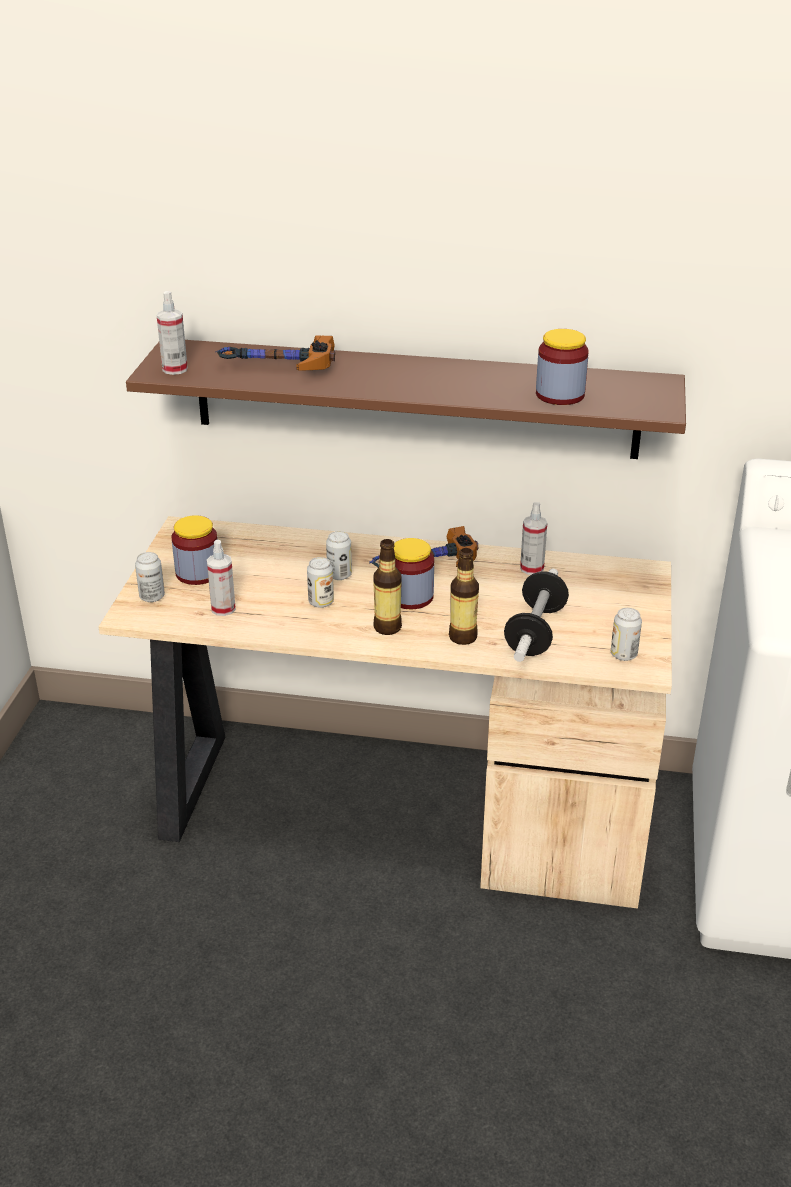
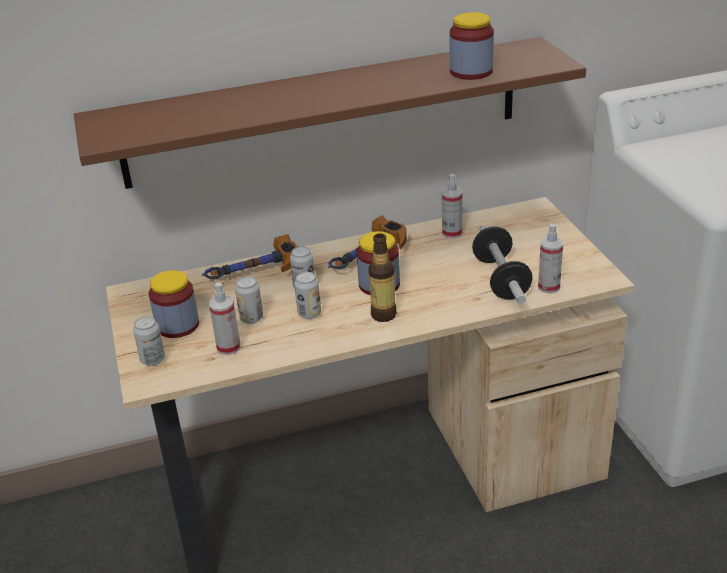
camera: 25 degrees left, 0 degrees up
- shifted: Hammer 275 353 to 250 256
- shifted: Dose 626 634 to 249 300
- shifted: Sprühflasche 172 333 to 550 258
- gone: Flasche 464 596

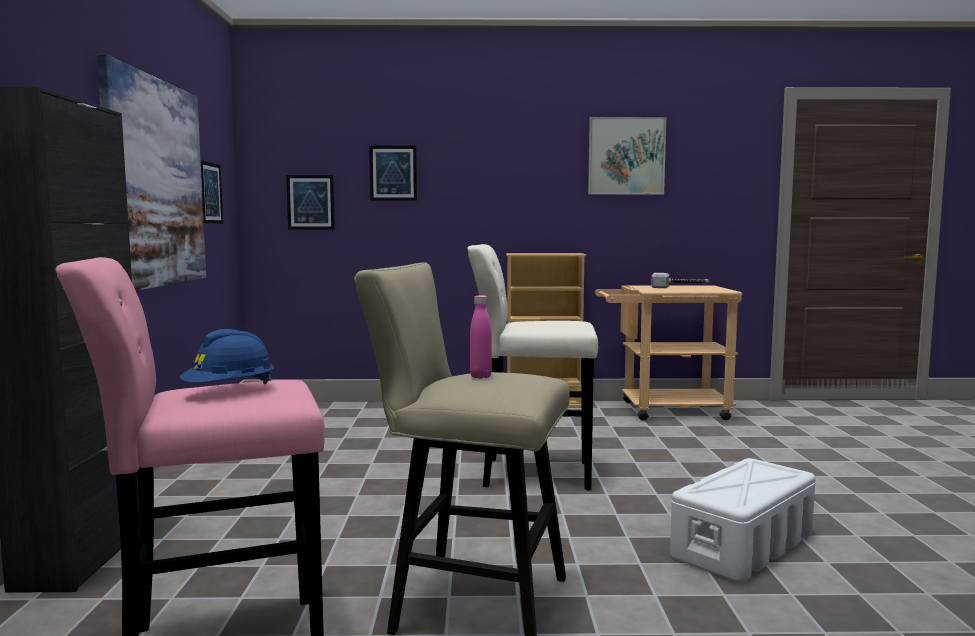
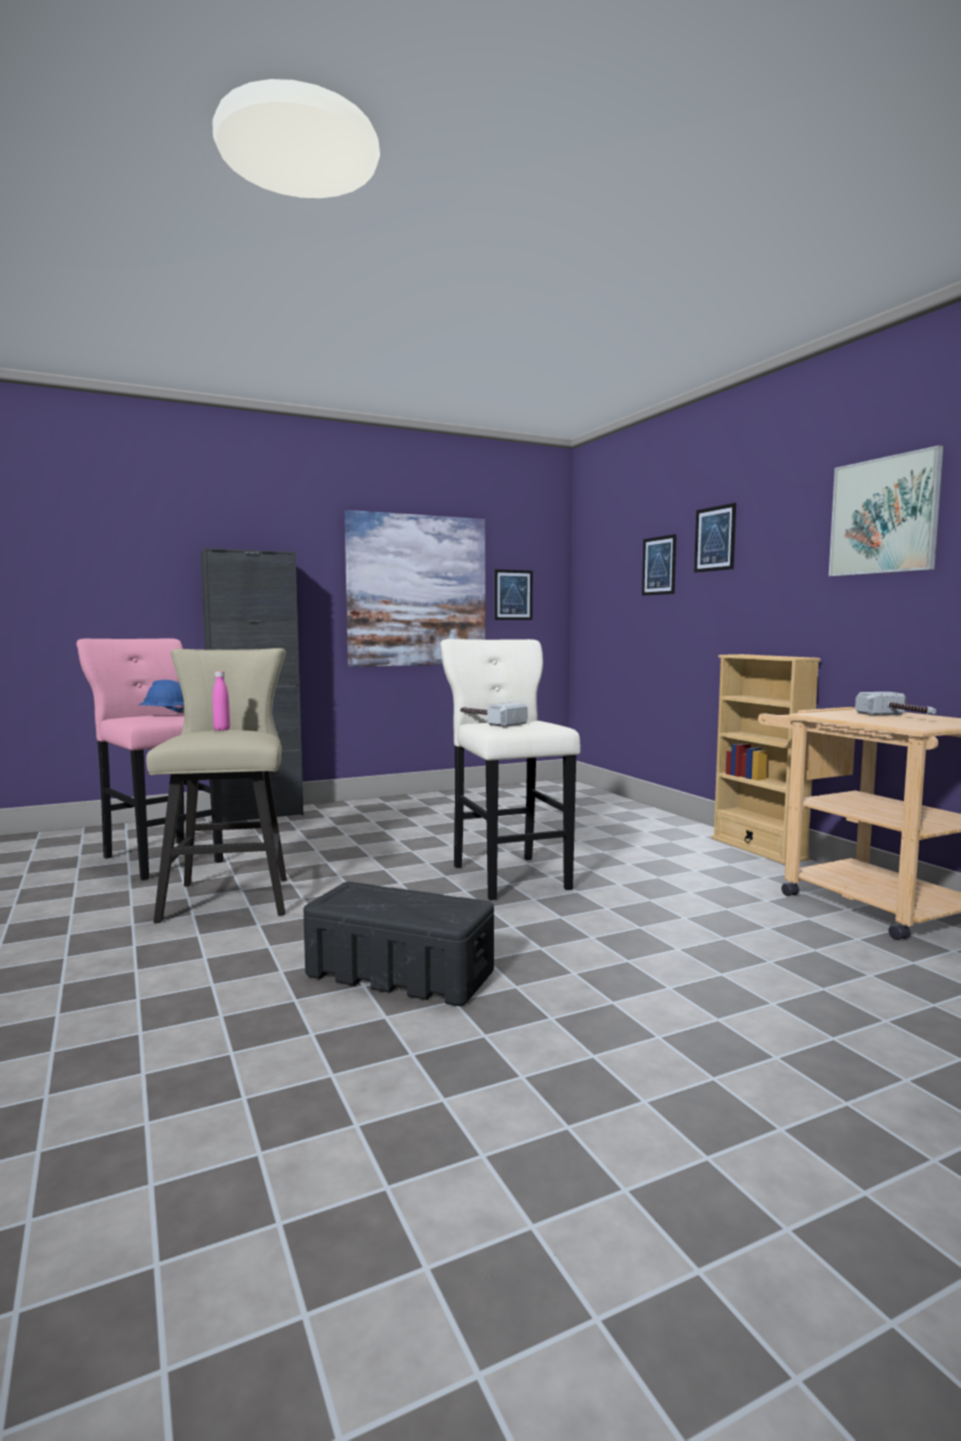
camera: 65 degrees right, 0 degrees up
- repainted: Aufbewahrungsbox (weiß) 742 520 to Aufbewahrungsbox (schwarz) 398 944
- new: Hammer 493 715
- shifted: Bild 310 202 to 715 538

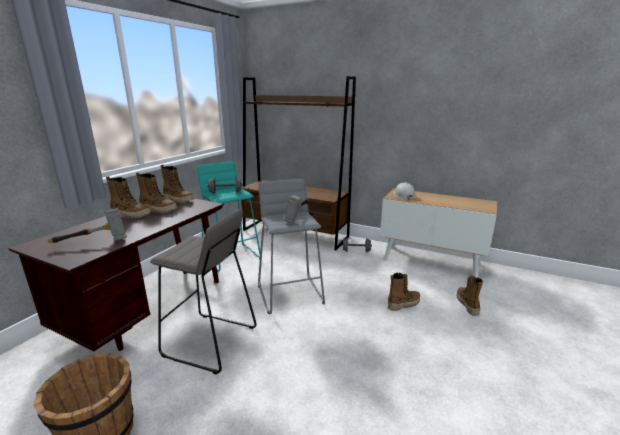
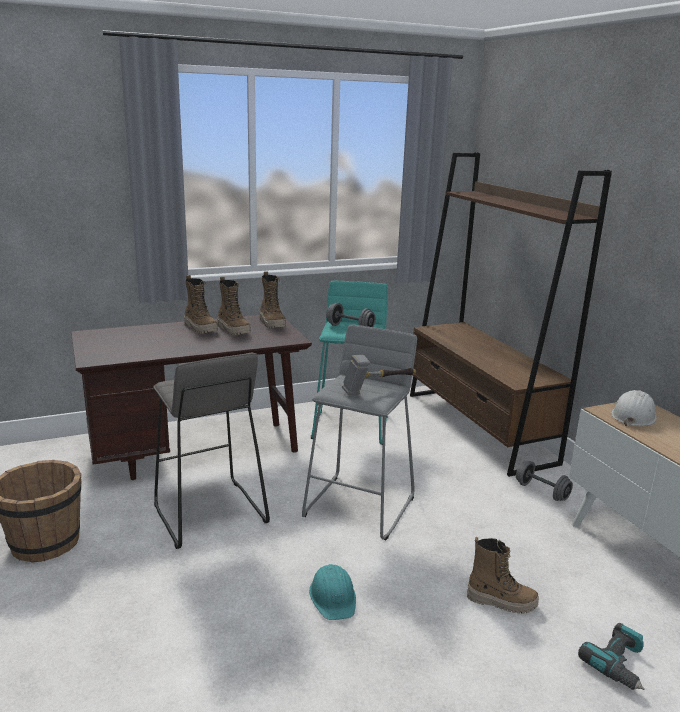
camera: 40 degrees right, 0 degrees up
- new: Schutzhelm (türkis) 332 592
- swapped: Stiefel 469 296 to Bohrmaschine 611 656
- gone: Hammer 87 225

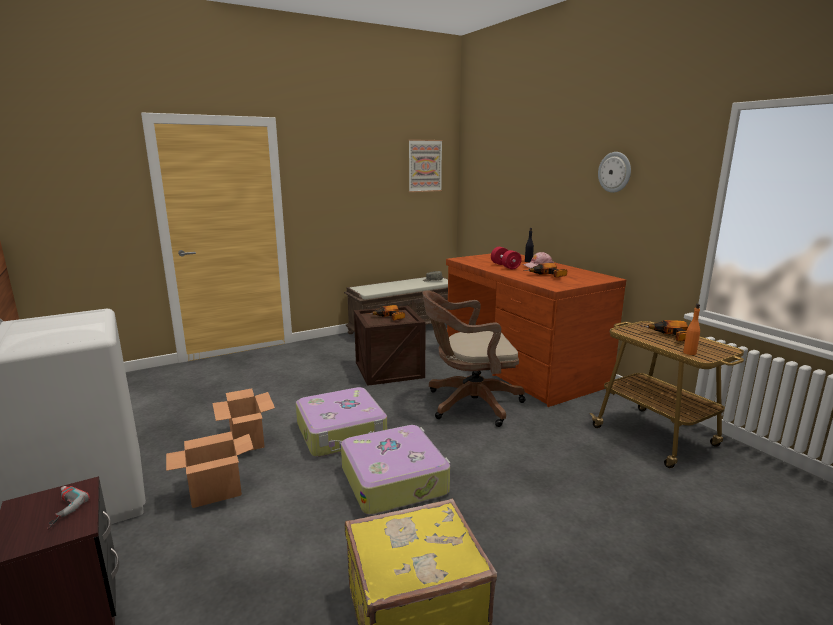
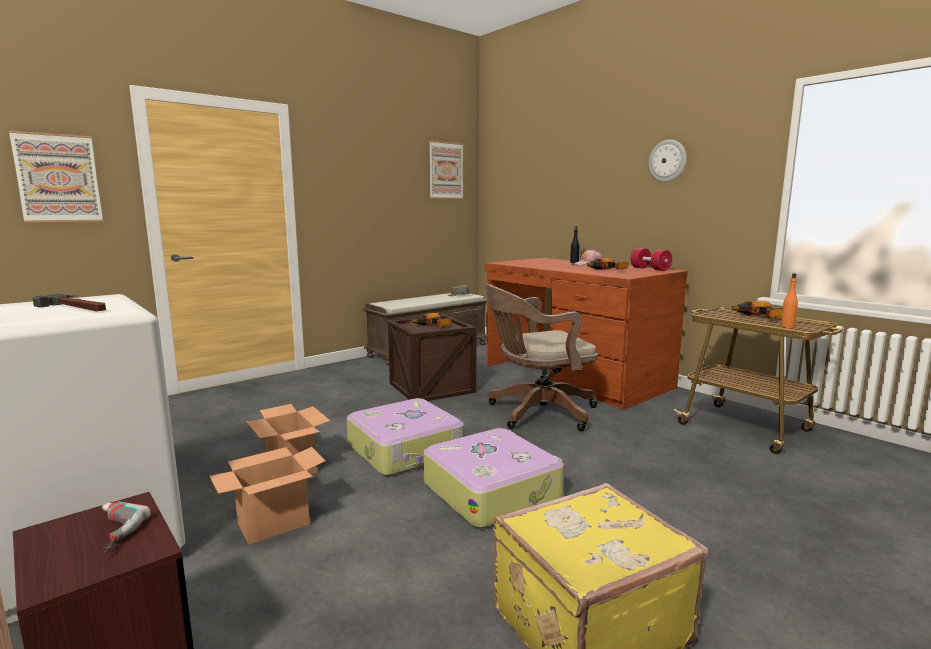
camera: 10 degrees left, 5 degrees down
- new: Bild 56 176
- new: Hammer 69 303
- shifted: Hantel (rot) 506 258 to 651 259

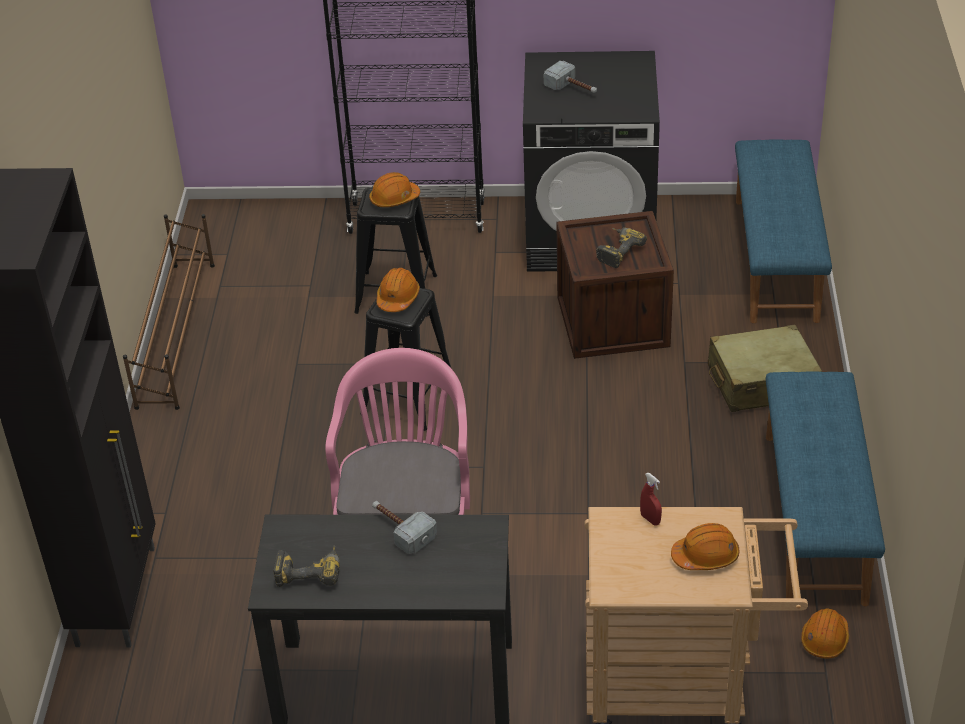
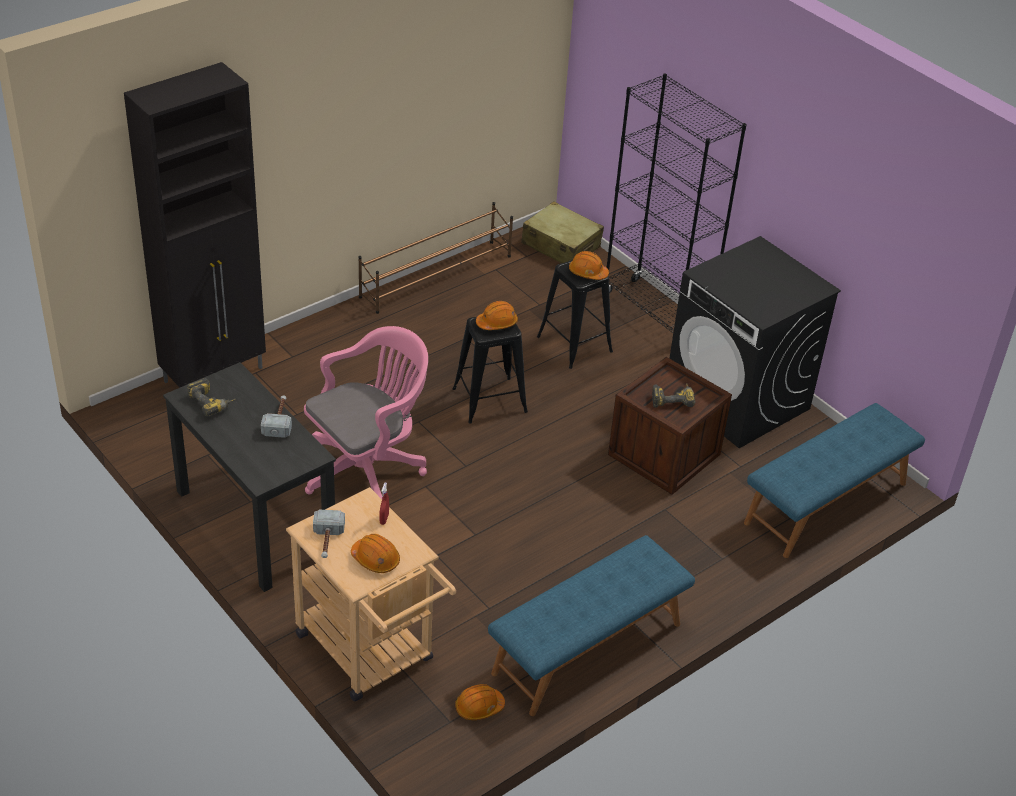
camera: 45 degrees right, 0 degrees up
- shifted: Hammer 570 77 to 329 534
- shifted: Koffer (beige) 765 368 to 562 232

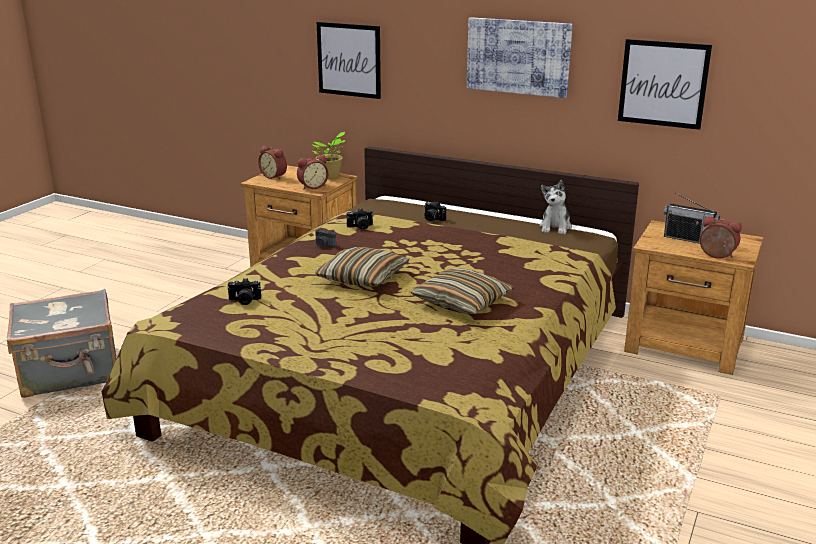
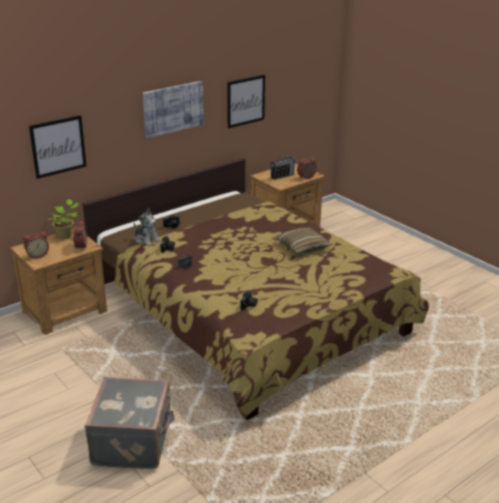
camera: 65 degrees left, 5 degrees up
- shifted: Plüschtier 555 207 to 147 227
- gone: Kissen 362 267

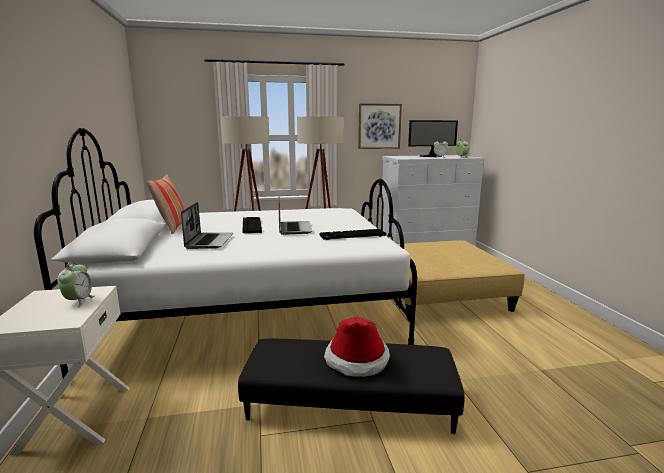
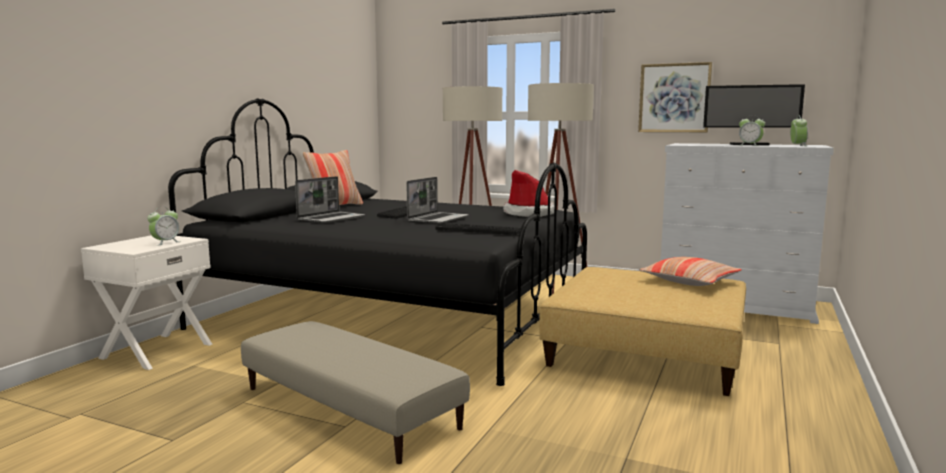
camera: 35 degrees right, 5 degrees down
- repainted: Bett (weiß) 225 253 to Bett (schwarz) 377 242
- repainted: Polsterhocker (schwarz) 351 386 to Polsterhocker (beige) 355 392
- shifted: Hut 357 347 to 528 193
- new: Kissen 690 271

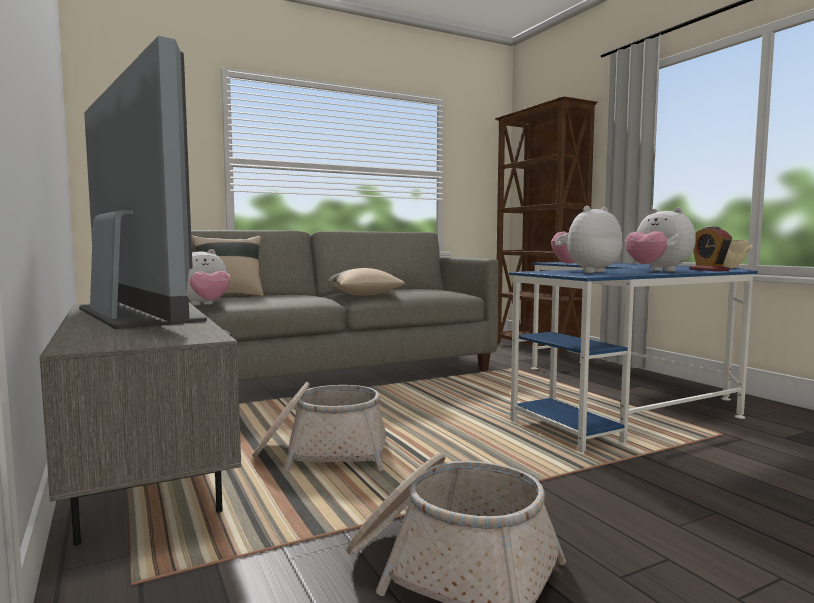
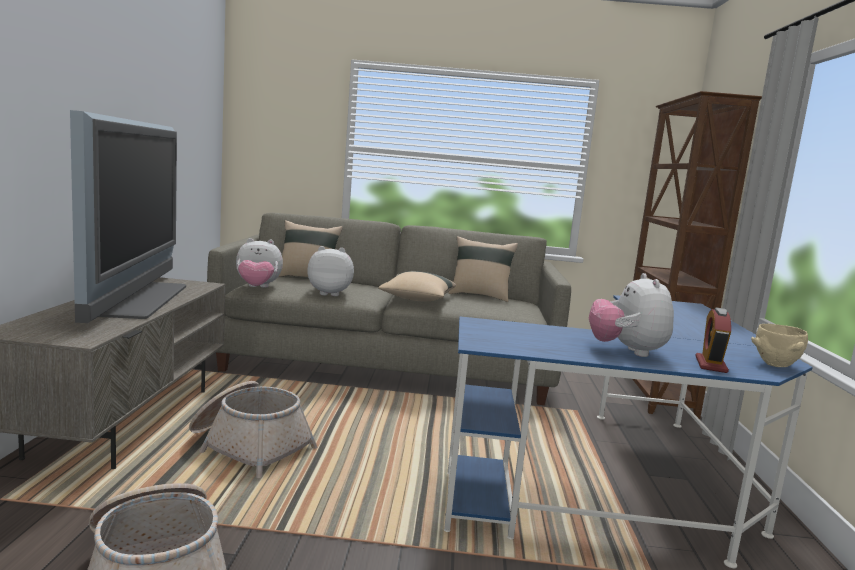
camera: 30 degrees right, 5 degrees up
- shifted: Plüschtier 586 239 to 330 271
- new: Kissen (beige) 483 269

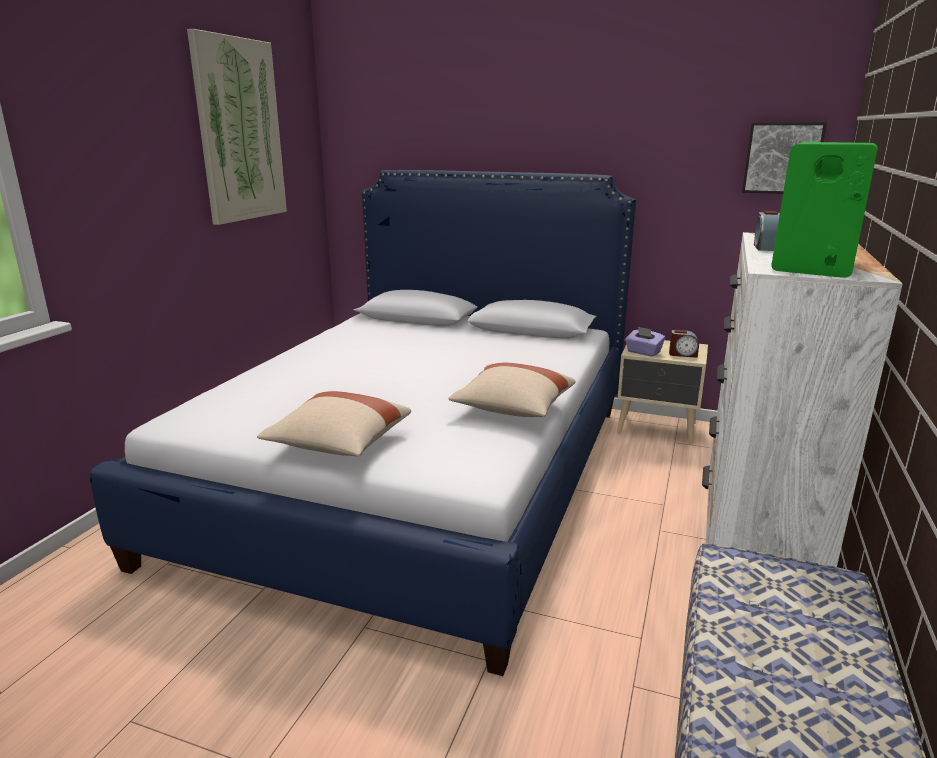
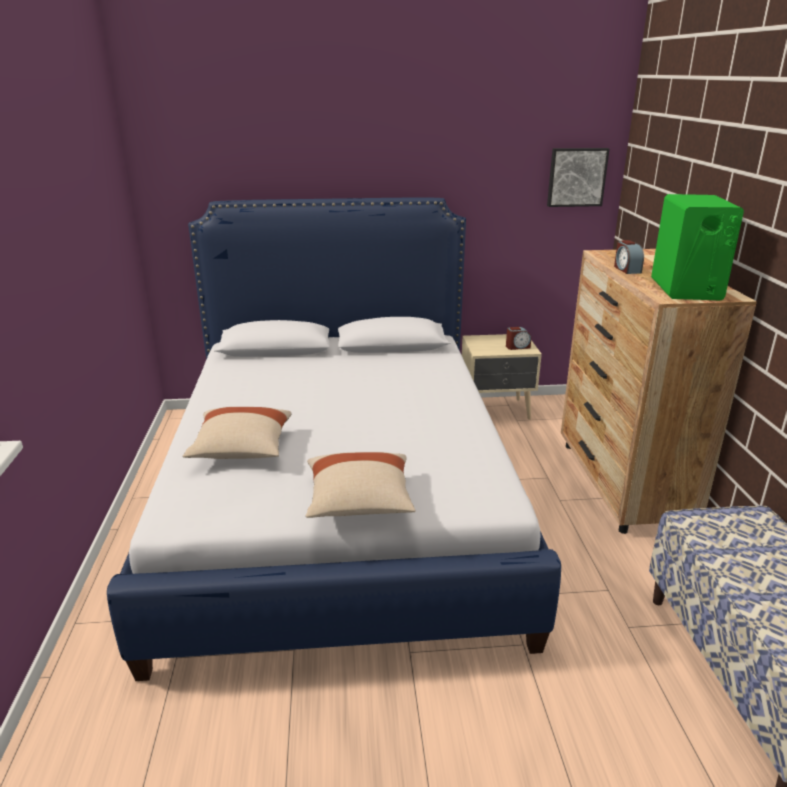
camera: 25 degrees left, 5 degrees up
- shifted: Kissen (beige) 512 390 to 237 433
- repainted: Kommode (weiß) 802 399 to Kommode (braun) 659 391
- gone: Bild 237 127
- gone: Taschentuchbox (lila) 645 342

